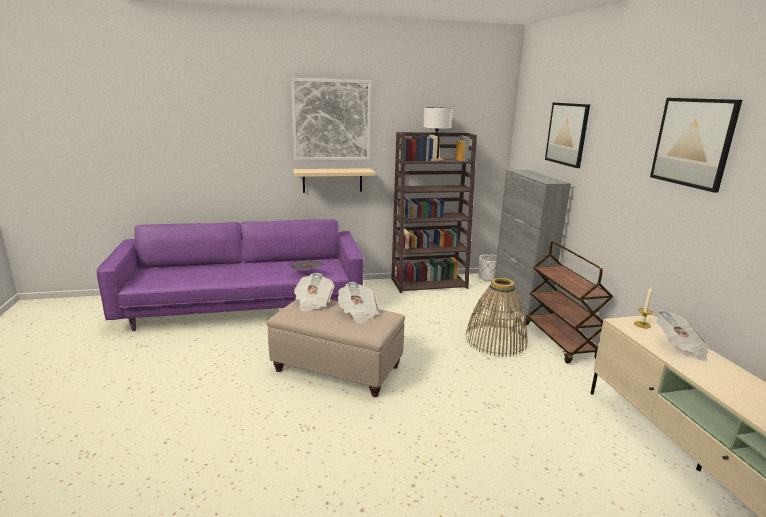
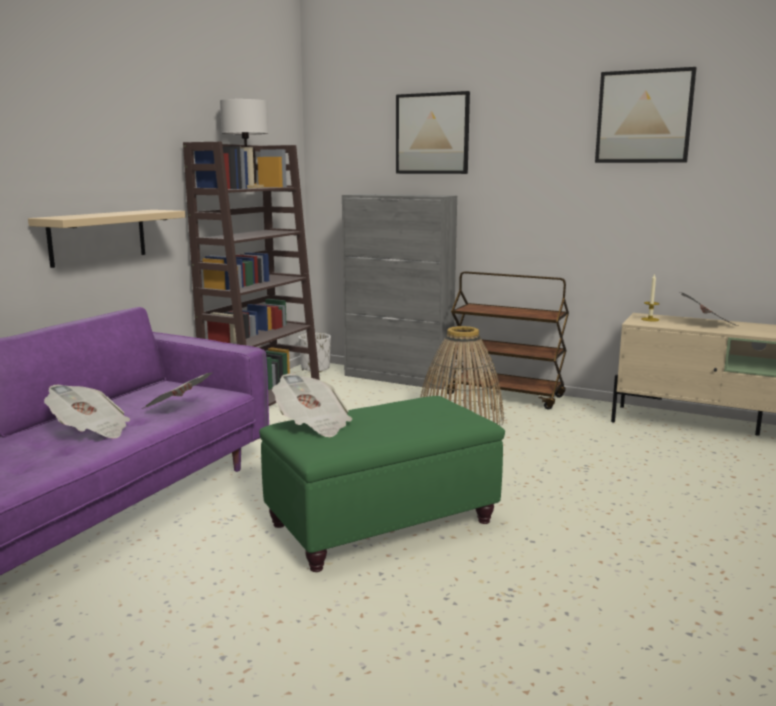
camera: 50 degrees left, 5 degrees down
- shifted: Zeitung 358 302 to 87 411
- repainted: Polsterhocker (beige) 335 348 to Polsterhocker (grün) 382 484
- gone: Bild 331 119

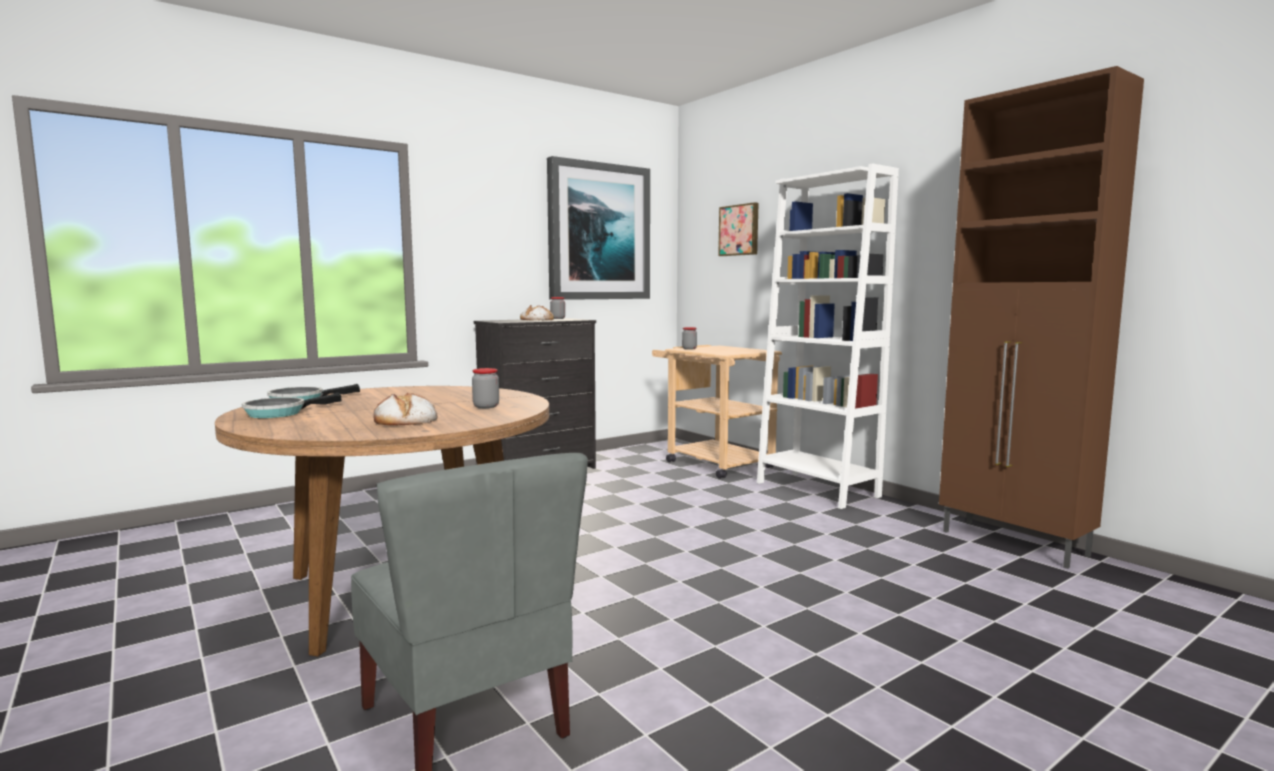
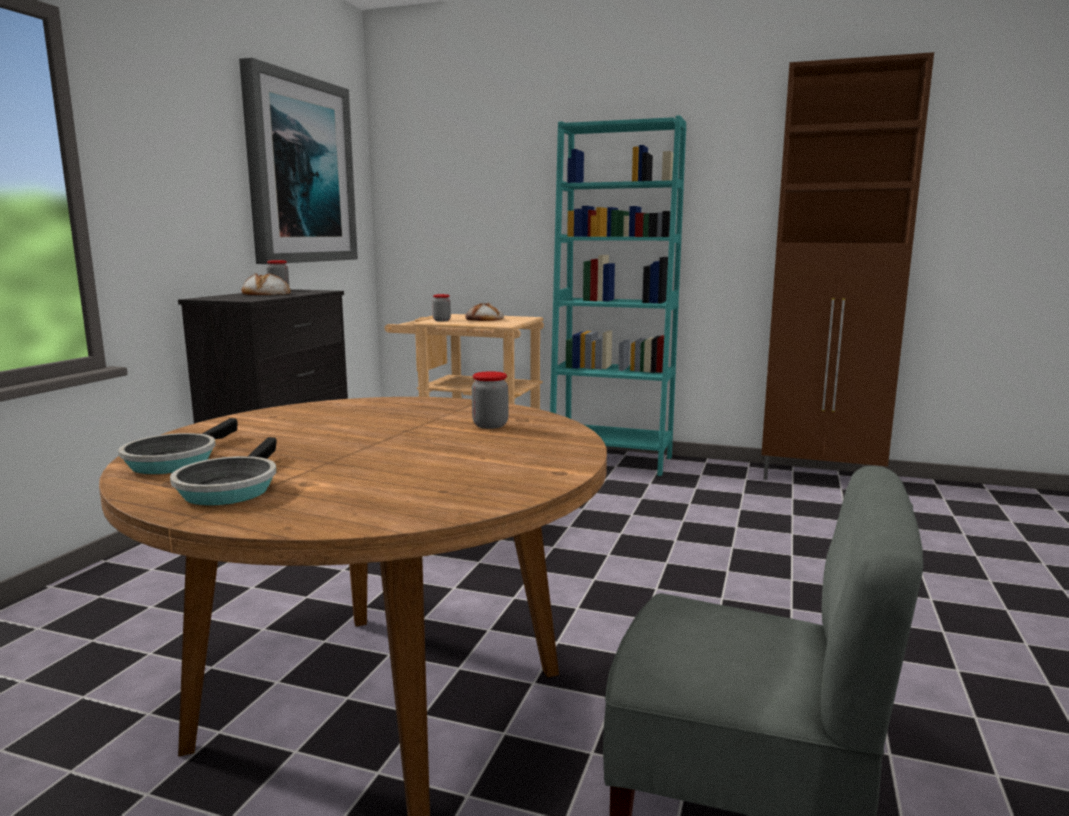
camera: 35 degrees left, 5 degrees up
- shifted: Brot 405 409 to 484 312
- repainted: Bücherregal (weiß) 828 336 to Bücherregal (türkis) 618 295
- gone: Bild 738 229

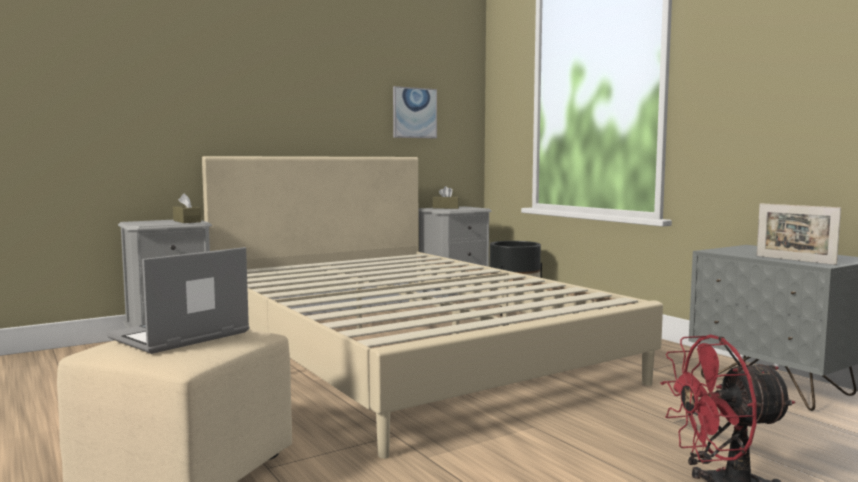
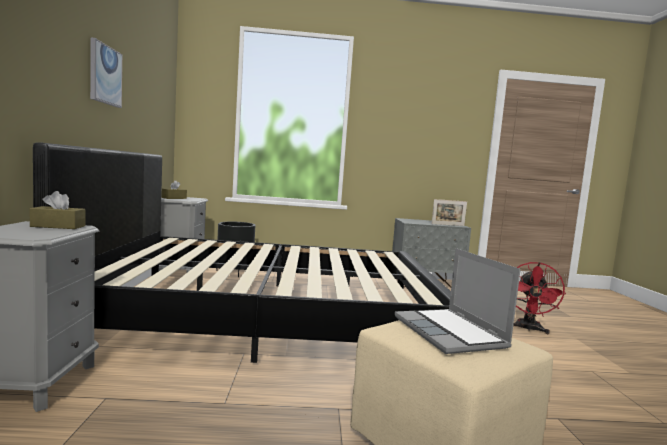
camera: 60 degrees left, 0 degrees up
- repainted: Bett (beige) 432 307 to Bett (schwarz) 242 252
- shifted: Bild 415 112 to 106 73

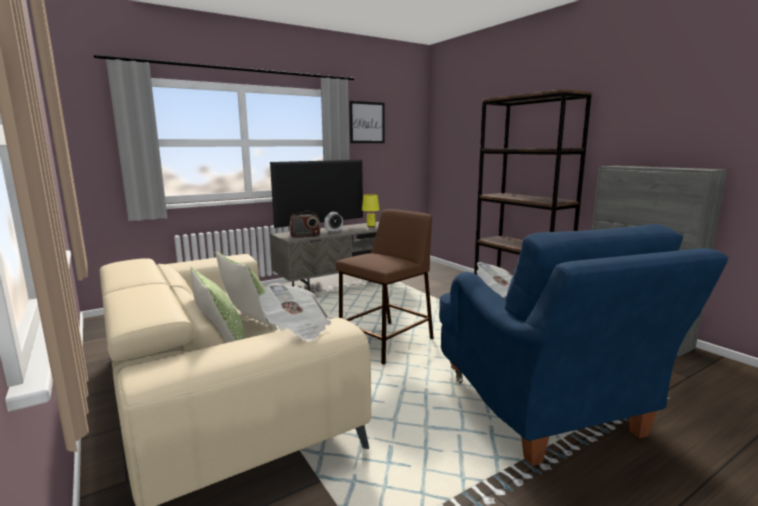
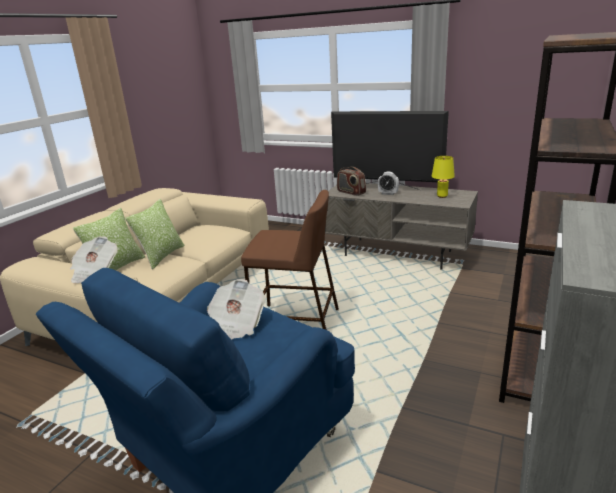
camera: 60 degrees right, 10 degrees up
- gone: Bild 367 122

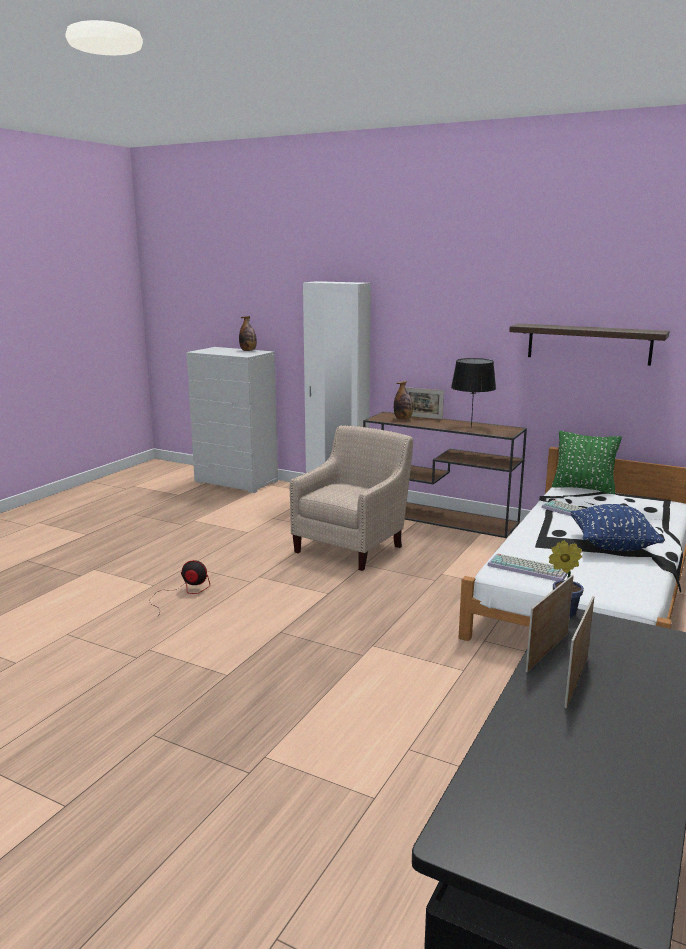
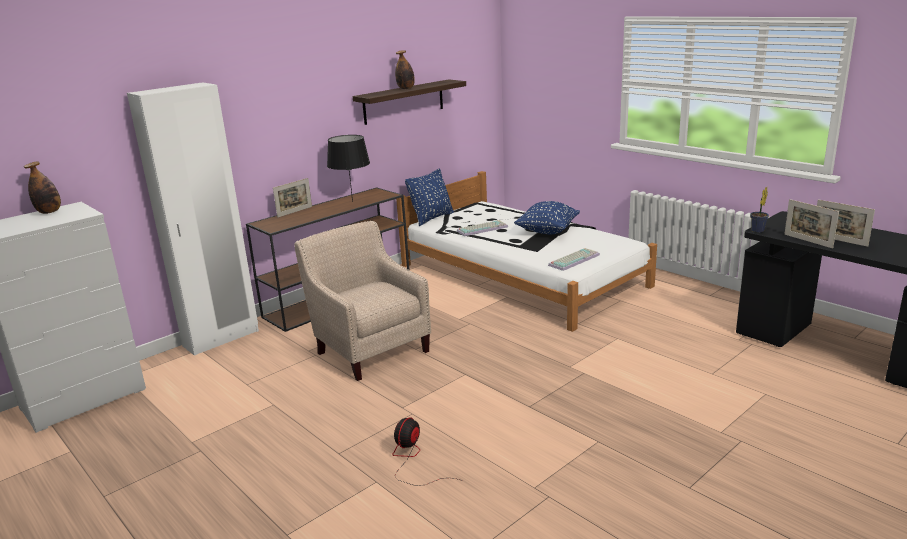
camera: 70 degrees left, 5 degrees up
- shifted: Flasche 403 400 to 405 69
- repainted: Kissen (grün) 587 462 to Kissen (blau) 429 197

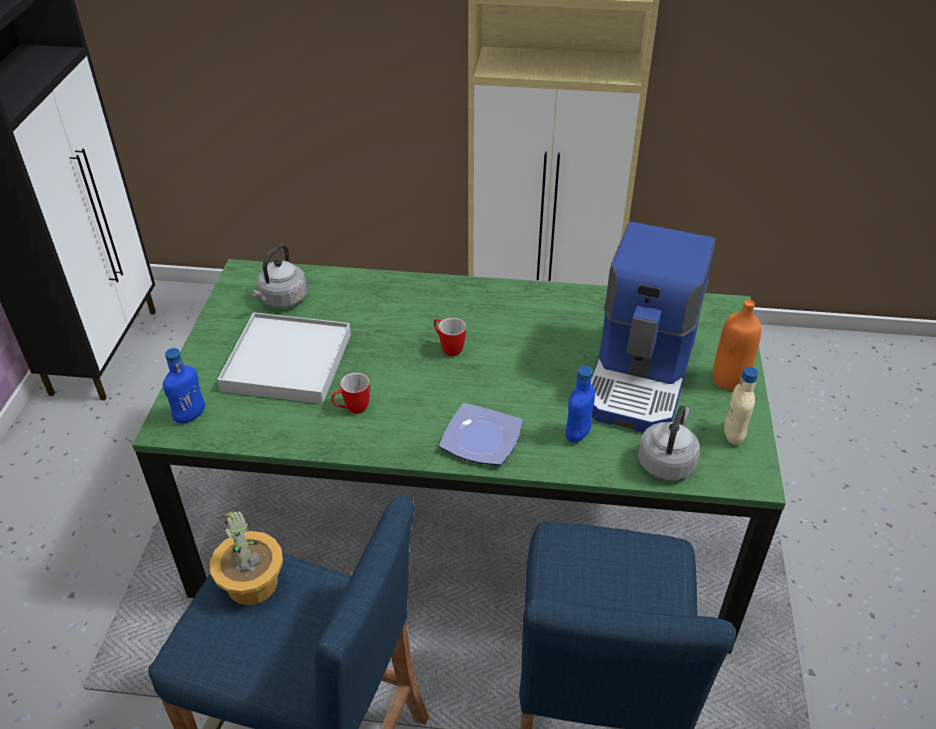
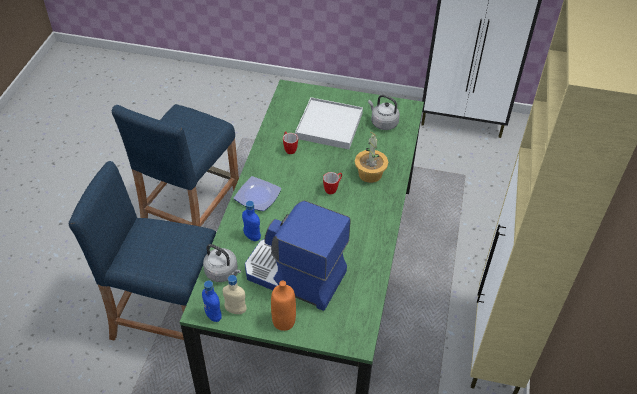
camera: 95 degrees right, 5 degrees up
- shifted: Flasche (blau) 184 386 to 212 301
- shifted: Topfpflanze 246 557 to 371 157

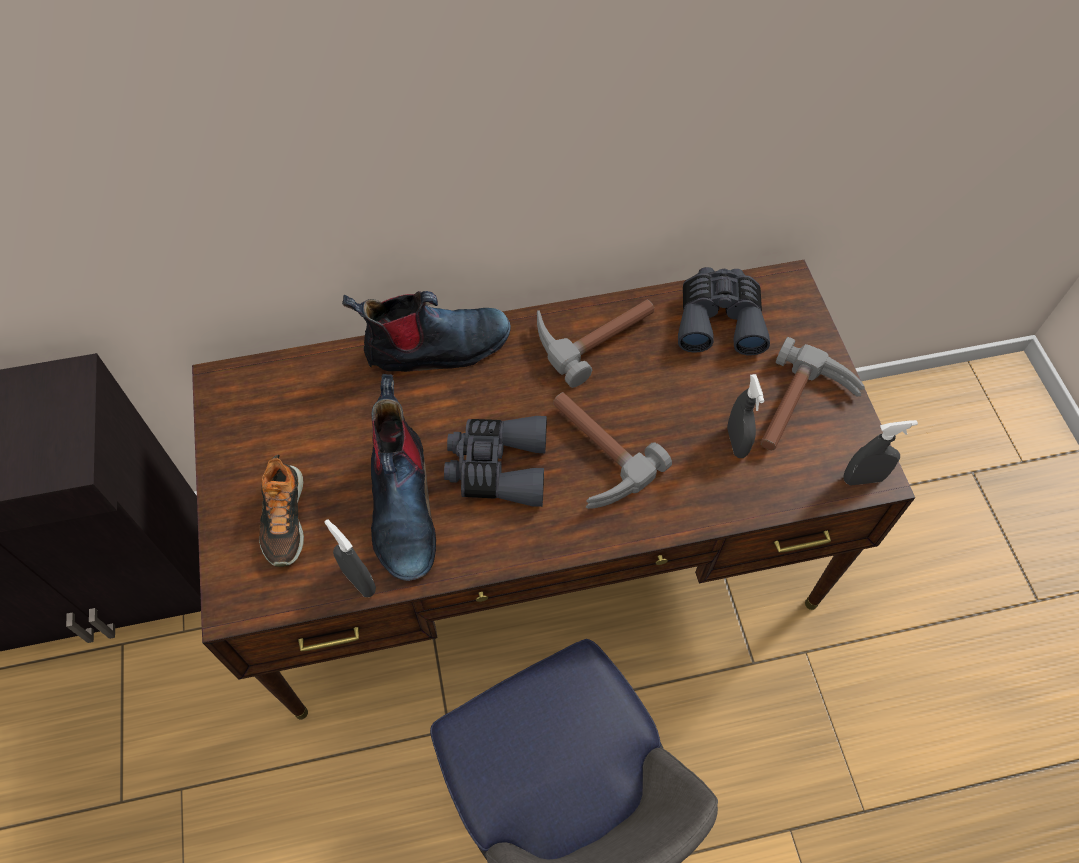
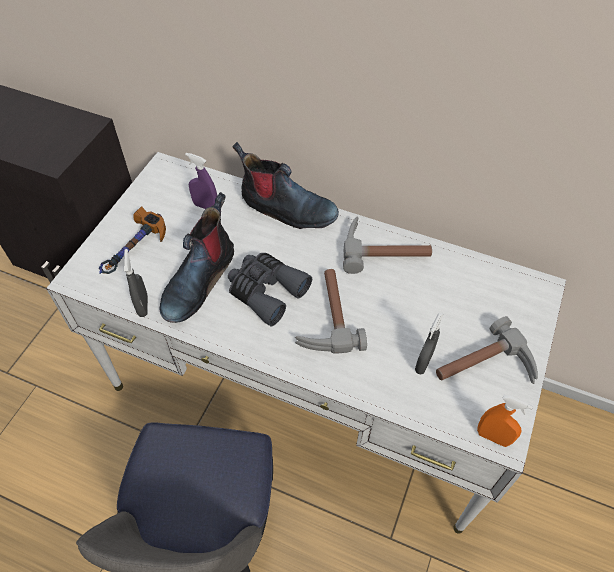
camera: 35 degrees right, 5 degrees down
- repainted: Schreibtisch (braun) 553 490 to Schreibtisch (weiß) 306 343
- swapped: Schuh 281 511 to Hammer 132 240
- new: Sprühflasche (lila) 201 181
- repainted: Sprühflasche (grau) 880 452 to Sprühflasche (orange) 505 420
- gone: Fernglas (grau) 724 311

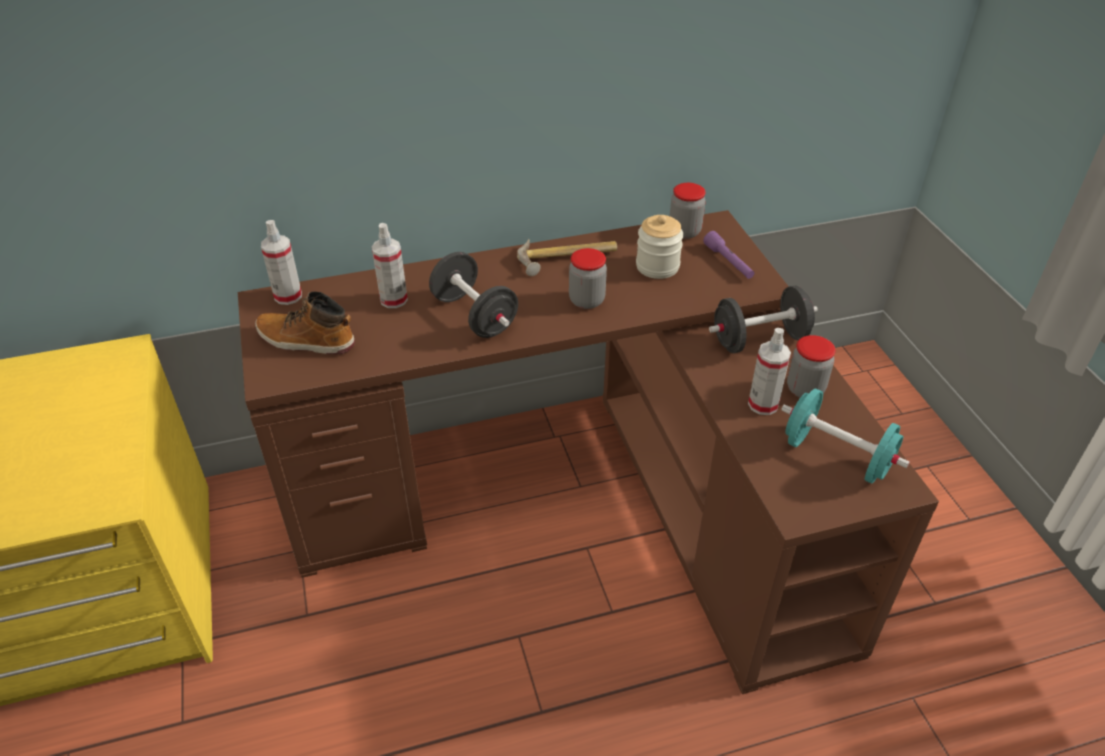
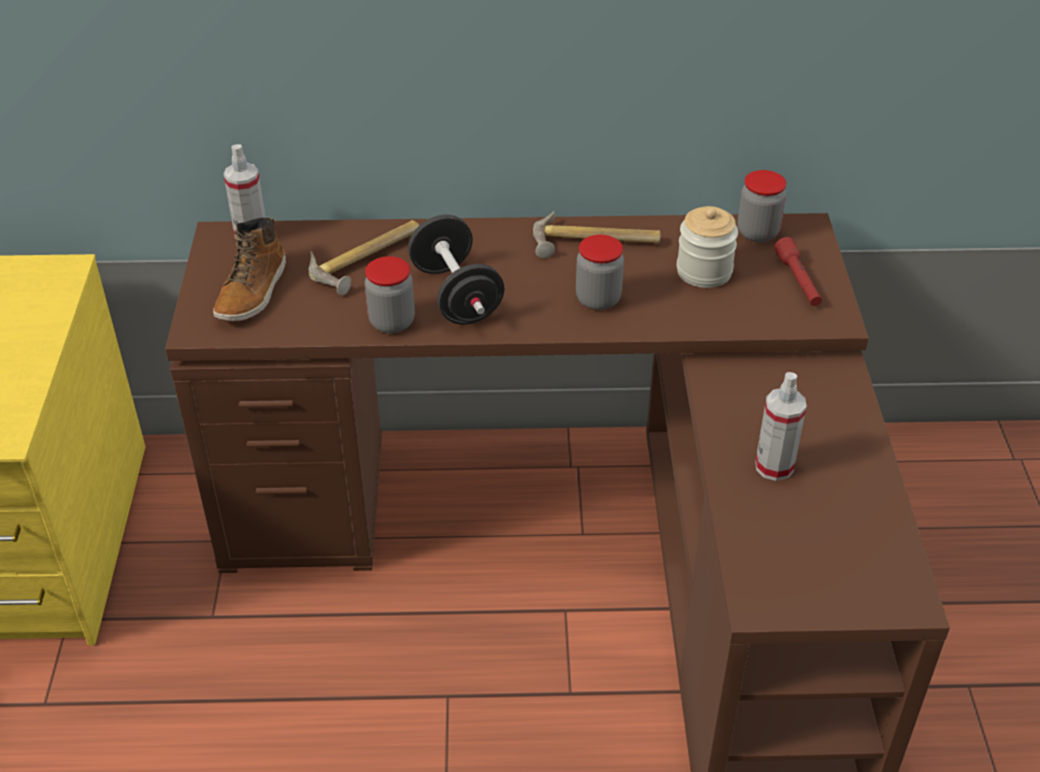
camera: 15 degrees right, 0 degrees up
- rotated: Stiefel 305 323 = 249 269 105 degrees counterclockwise
- swapped: Sprühflasche 390 265 to Hammer 363 258
- shifted: Vorratsglas 811 366 to 390 294
- repainted: Taschenlampe (lila) 729 255 to Taschenlampe (rot) 798 271
- gone: Hantel (schwarz) 763 319
- gone: Hantel (türkis) 845 436

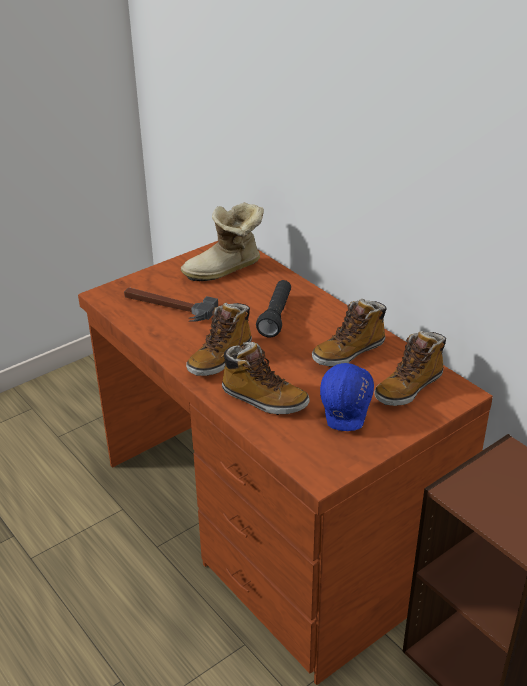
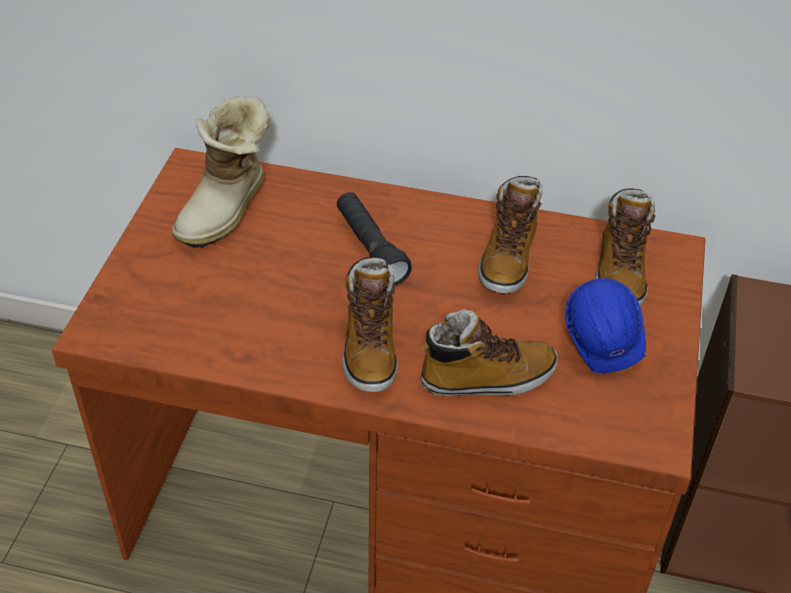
camera: 40 degrees left, 10 degrees up
- gone: Hammer 171 304

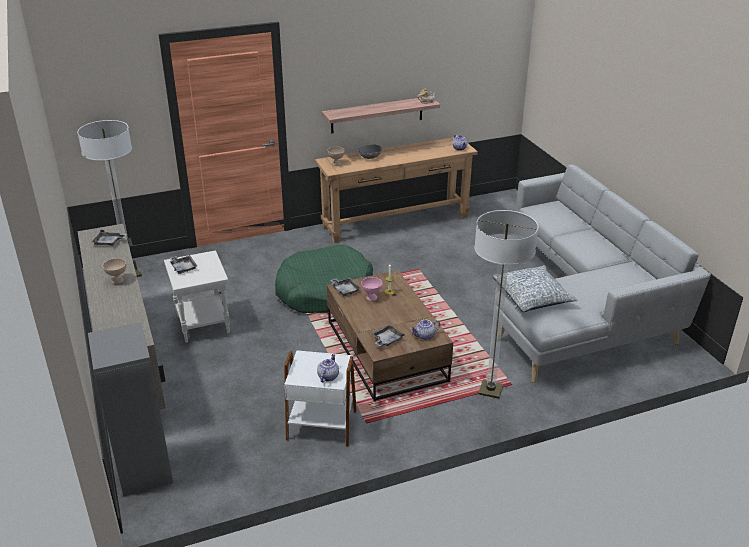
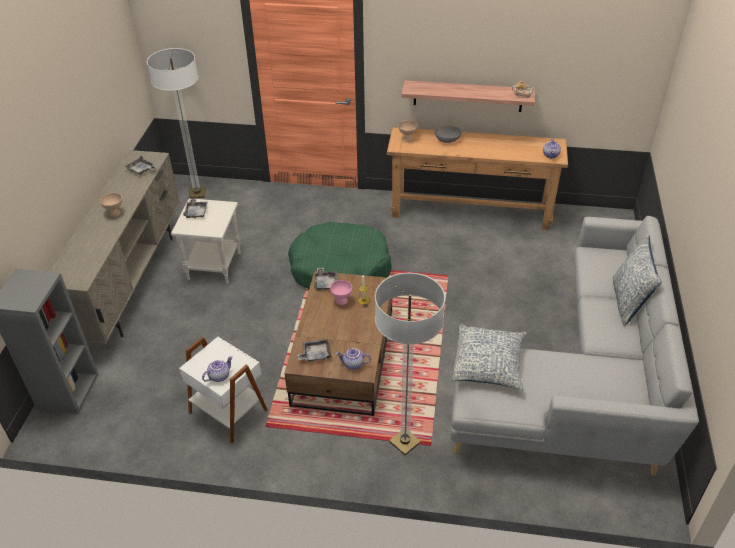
camera: 30 degrees right, 10 degrees up
- new: Kissen 637 280

